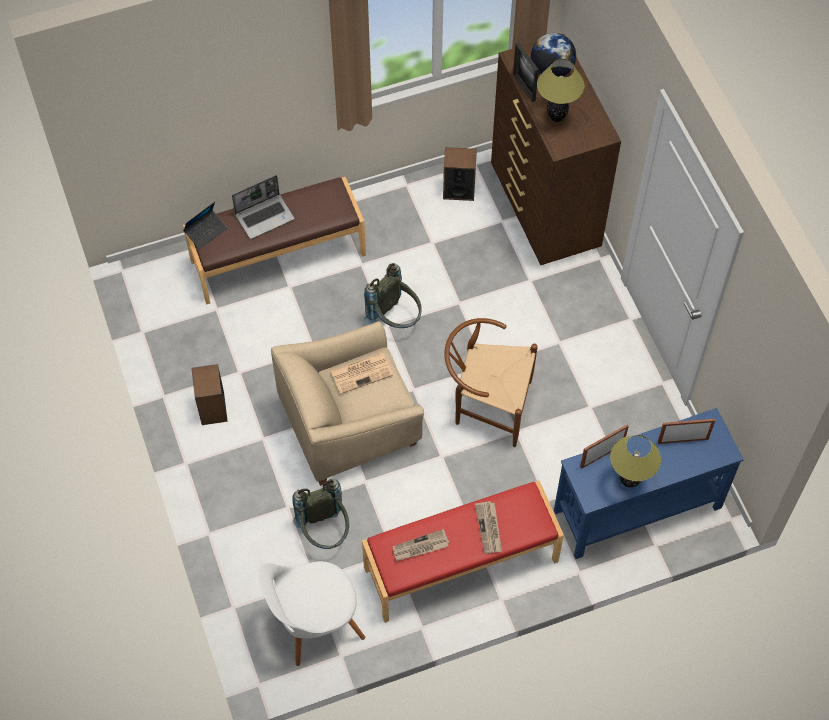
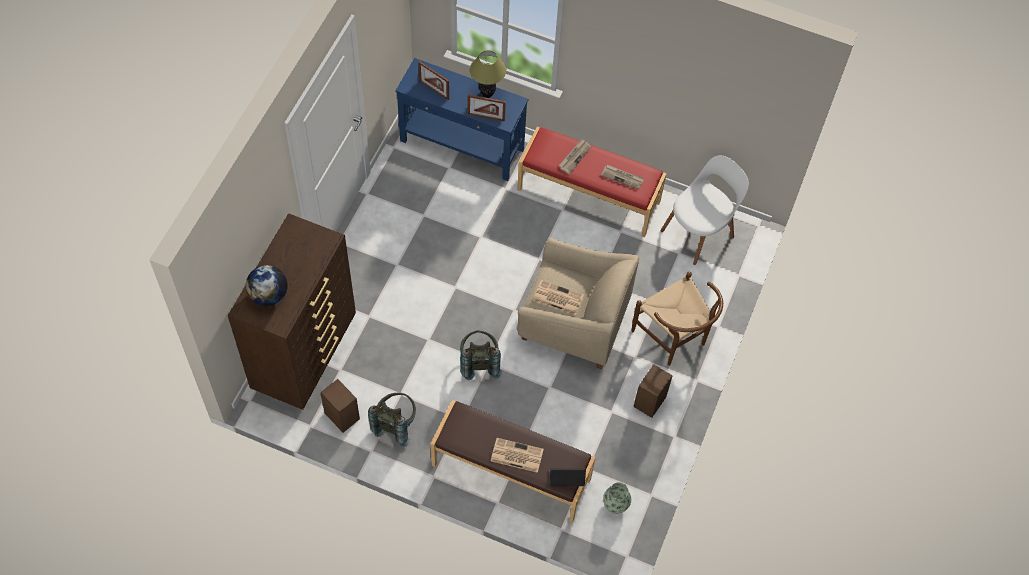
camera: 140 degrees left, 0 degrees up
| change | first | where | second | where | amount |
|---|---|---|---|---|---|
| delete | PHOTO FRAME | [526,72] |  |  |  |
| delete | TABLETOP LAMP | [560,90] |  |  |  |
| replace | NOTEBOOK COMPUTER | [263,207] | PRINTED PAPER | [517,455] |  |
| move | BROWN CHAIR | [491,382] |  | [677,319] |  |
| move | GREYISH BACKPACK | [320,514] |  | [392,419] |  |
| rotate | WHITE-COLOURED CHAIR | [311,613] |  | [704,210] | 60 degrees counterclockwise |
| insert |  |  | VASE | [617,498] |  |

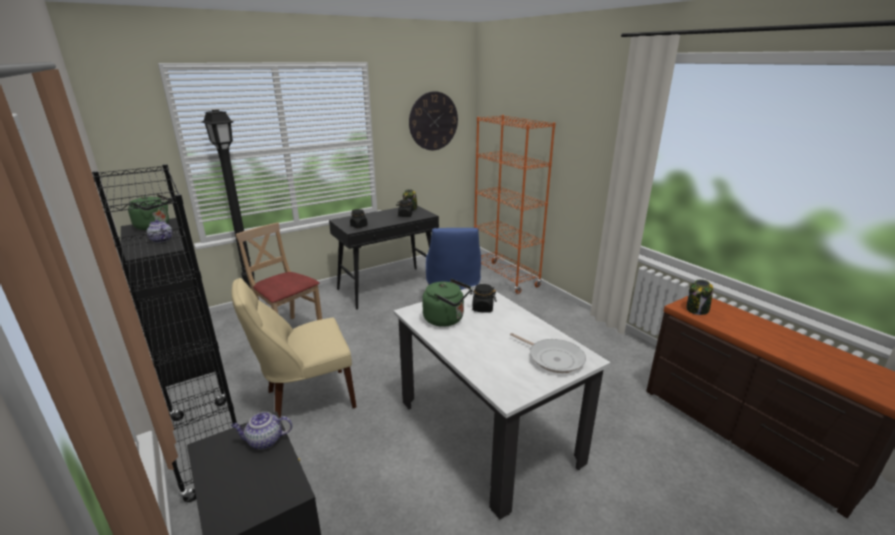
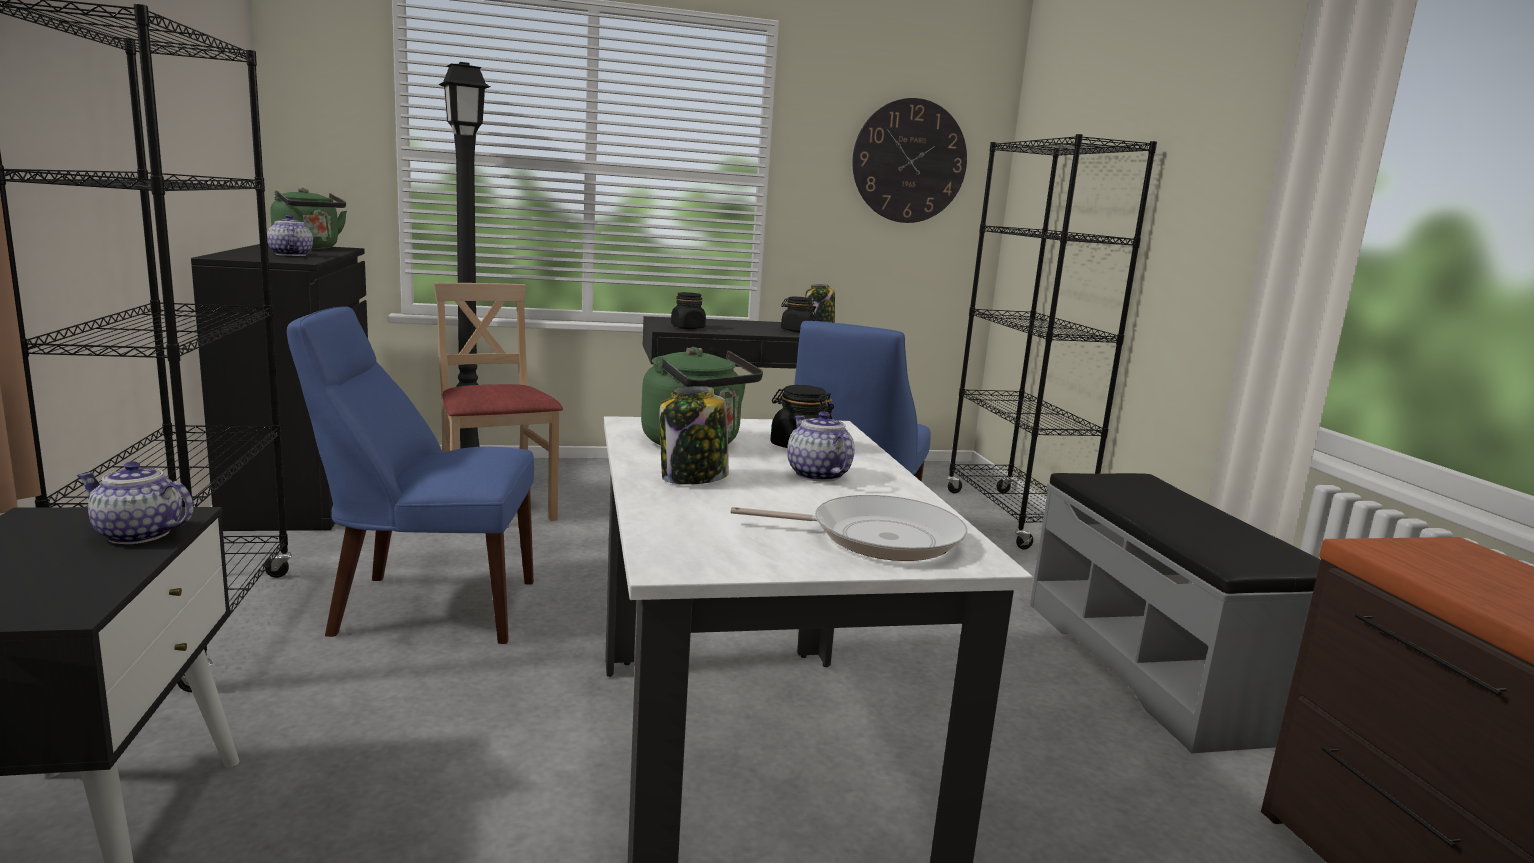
camera: 20 degrees right, 10 degrees down
| change | first | where | second | where | amount |
|---|---|---|---|---|---|
| recolor | ORANGE BOOKCASE | [514,204] | BLACKISH BOOKCASE | [1052,342] |  |
| recolor | BEIGE-COLOURED CHAIR | [294,347] | BLUISH CHAIR | [410,475] |  |
| move | JAR | [699,297] |  | [694,435] |  |
| rotate | FRYING PAN | [548,353] |  | [849,528] | 60 degrees counterclockwise |
| insert |  |  | POT FOR TEA | [821,446] |  |
| insert |  |  | GREYISH LONG SEAT | [1175,613] |  |

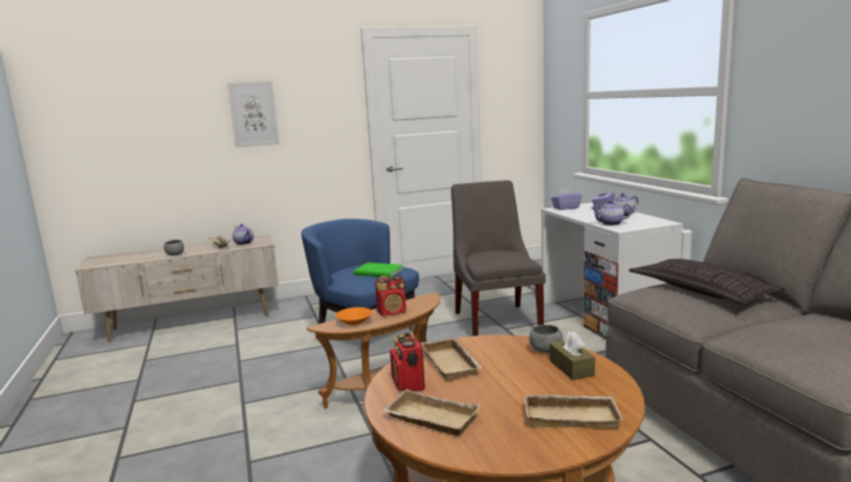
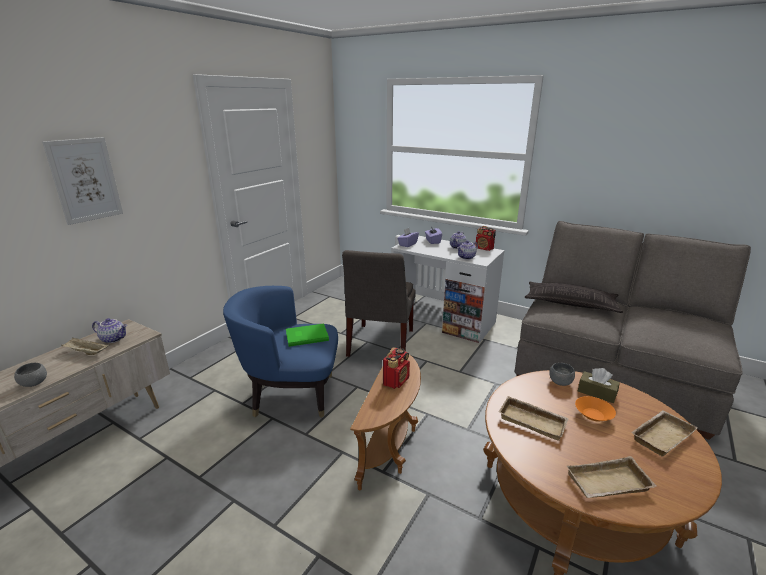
camera: 40 degrees left, 10 degrees up
| change | first | where | second | where | amount |
|---|---|---|---|---|---|
| rotate | GREYISH CHAIR | [498,258] |  | [379,303] | 120 degrees counterclockwise |
| move | ORANGE DEEP DISH | [354,316] |  | [595,408] |  |
| move | RADIO | [407,361] |  | [485,238] |  |

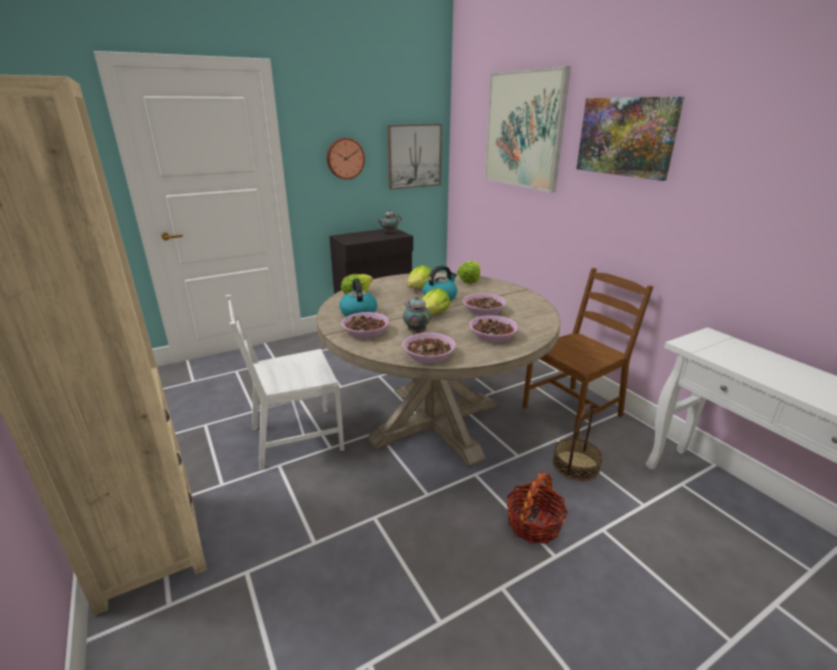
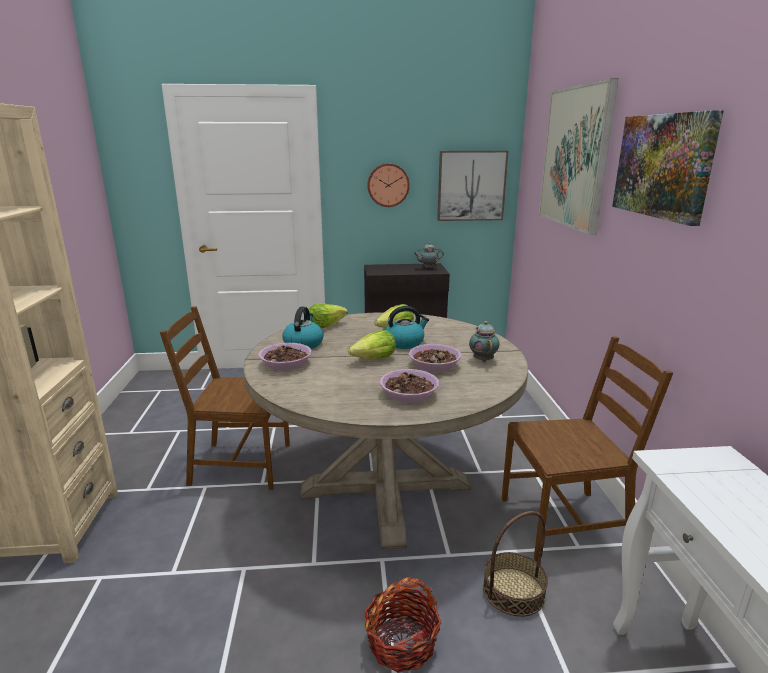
camera: 25 degrees right, 5 degrees down
| change | first | where | second | where | amount |
|---|---|---|---|---|---|
| delete | LETTUCE | [468,272] |  |  |  |
| recolor | WHITE-COLOURED CHAIR | [285,382] | BROWN CHAIR | [225,398] |  |
| move | POT FOR TEA | [417,315] |  | [484,341] |  |
| delete | DEEP DISH | [429,348] |  |  |  |

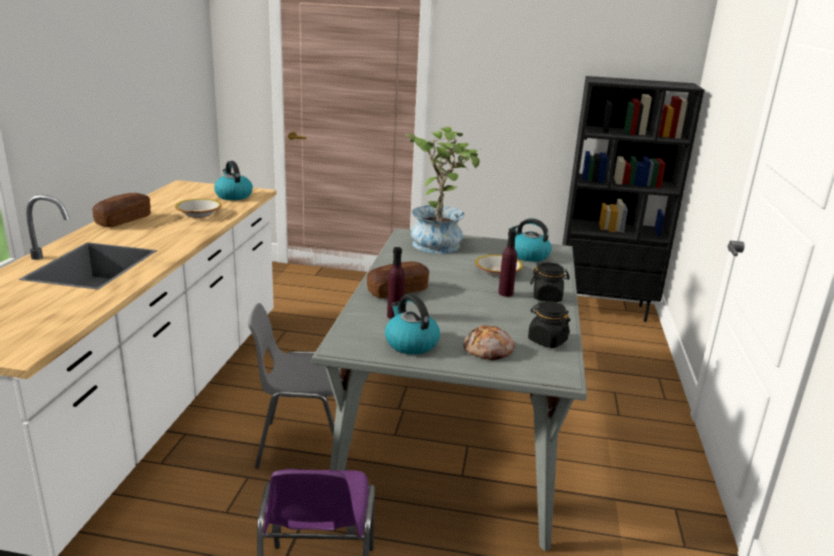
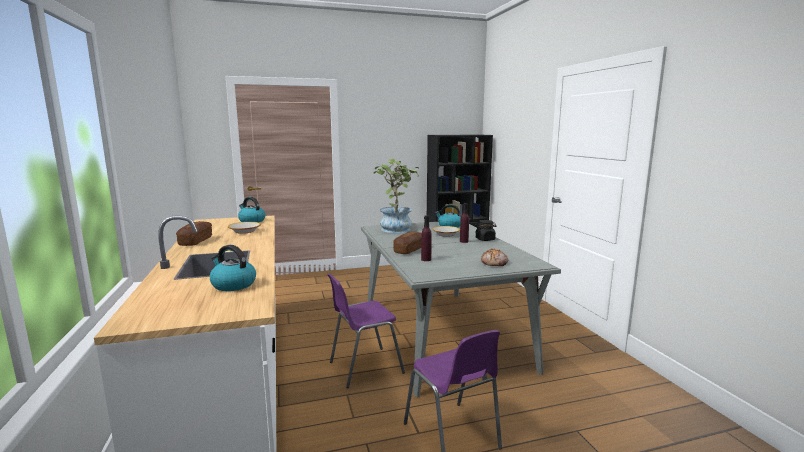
camera: 25 degrees left, 10 degrees down
| change | first | where | second | where | amount |
|---|---|---|---|---|---|
| move | KETTLE | [412,324] |  | [233,268] |  |
| delete | BLACKISH JAR | [549,324] |  |  |  |
| recolor | GREYISH CHAIR | [297,386] | PURPLE-COLOURED CHAIR | [366,330] |  |

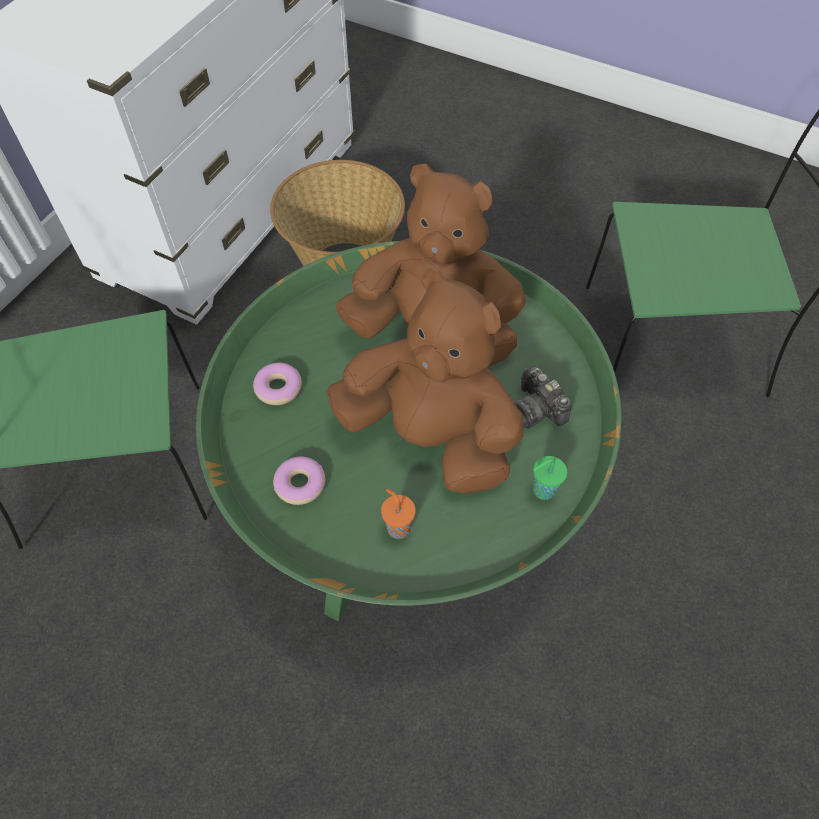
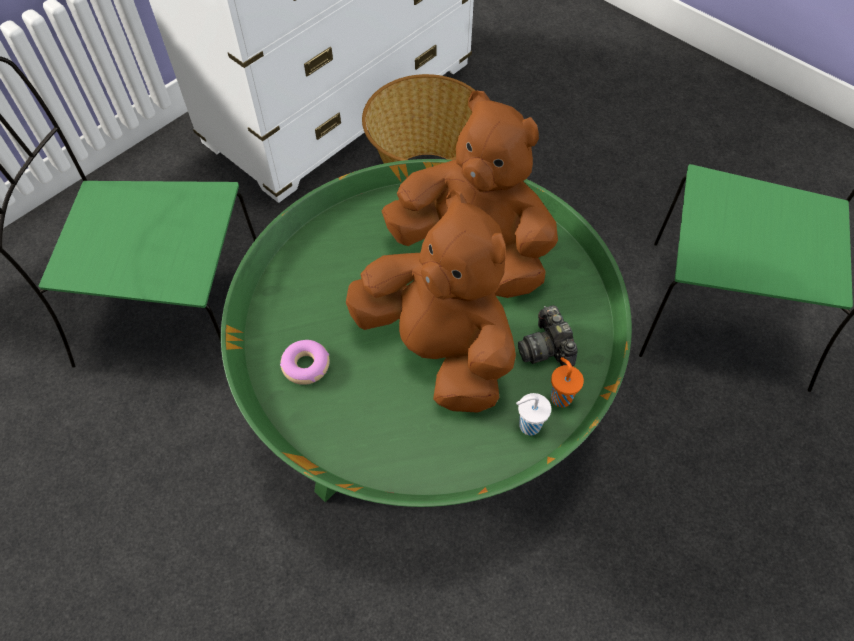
camera: 15 degrees right, 0 degrees up
| change | first | where | second | where | amount |
|---|---|---|---|---|---|
| delete | RING DOUGHNUT | [277,384] |  |  |  |
| recolor | GREENISH SMALL CUP | [550,478] | WHITE-COLOURED SMALL CUP | [533,414] |  |
| move | ORANGE SMALL CUP | [398,514] |  | [567,382] |  |

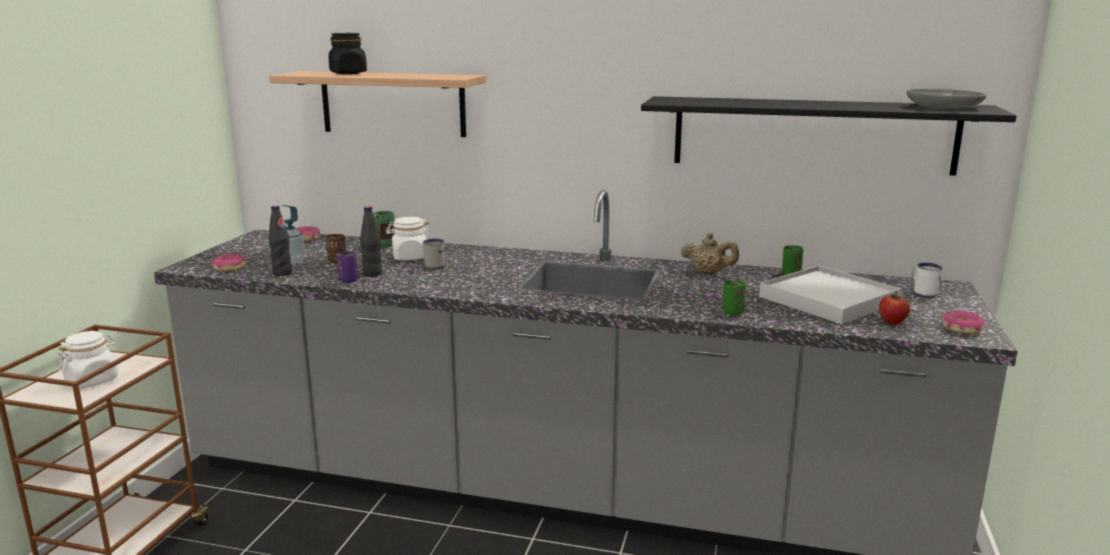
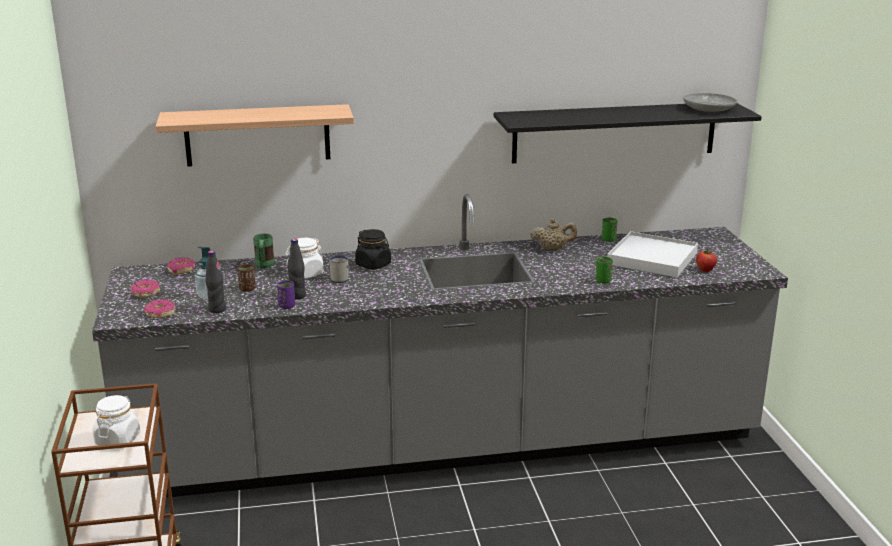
camera: 25 degrees left, 5 degrees up
| change | first | where | second | where | amount |
|---|---|---|---|---|---|
| move | BLACKISH JAR | [348,53] |  | [373,249] |  |
| delete | WHITE-COLOURED MUG | [928,280] |  |  |  |
| move | RING DOUGHNUT | [963,322] |  | [145,288] |  |

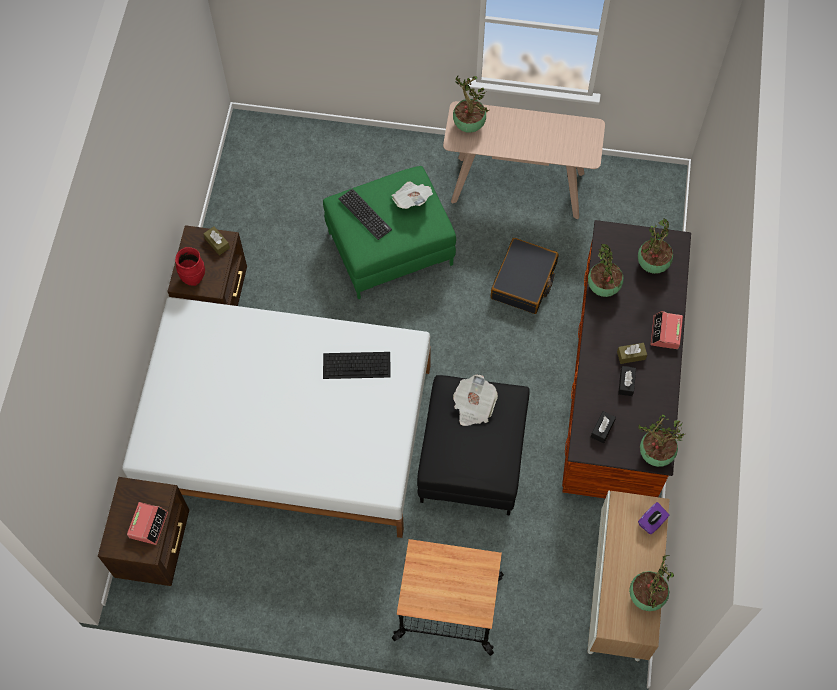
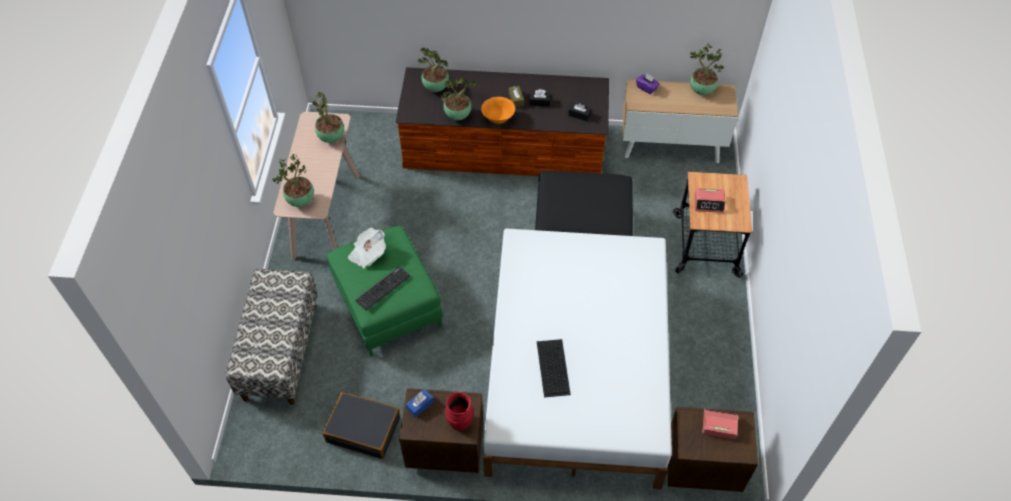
camera: 95 degrees left, 10 degrees down
| change | first | where | second | where | amount |
|---|---|---|---|---|---|
| recolor | BROWN BOX OF TISSUES | [216,241] | BLUISH BOX OF TISSUES | [420,403] |  |
| move | BLACKISH PIECE OF LUGGAGE | [525,276] |  | [361,425] |  |
| move | BEDSIDE CLOCK | [667,330] |  | [710,200] |  |
| move | PC KEYBOARD | [357,365] |  | [554,368] |  |
| delete | PRINTED PAPER | [475,400] |  |  |  |
| move | POTTED PLANT | [661,440] |  | [328,117] |  |
| insert |  |  | ORANGE DEEP DISH | [498,110] |  |
| insert |  |  | LONG SEAT | [272,337] |  |

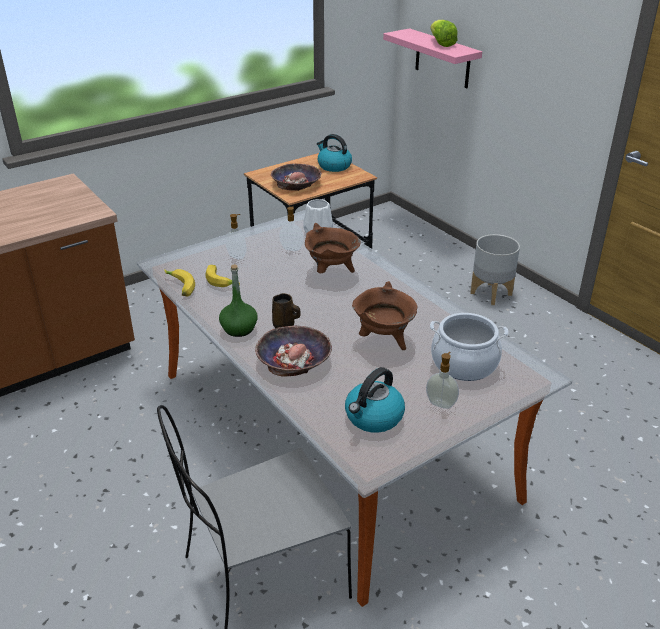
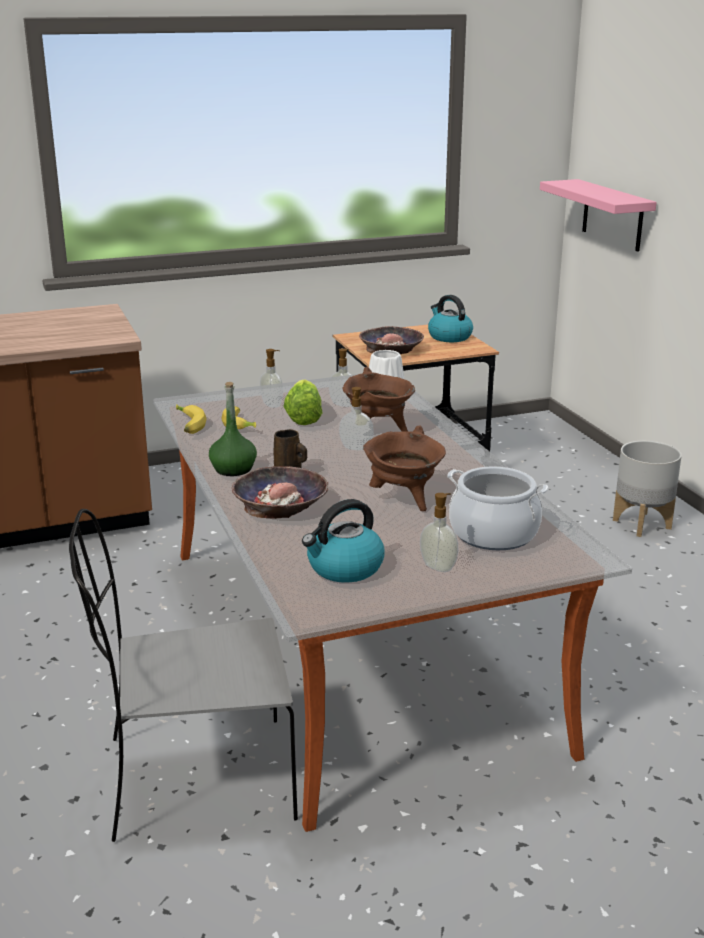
camera: 15 degrees right, 10 degrees down
| change | first | where | second | where | amount |
|---|---|---|---|---|---|
| move | LETTUCE | [444,33] |  | [303,402] |  |
| insert |  |  | LIQUID SOAP BOTTLE | [356,418] |  |

